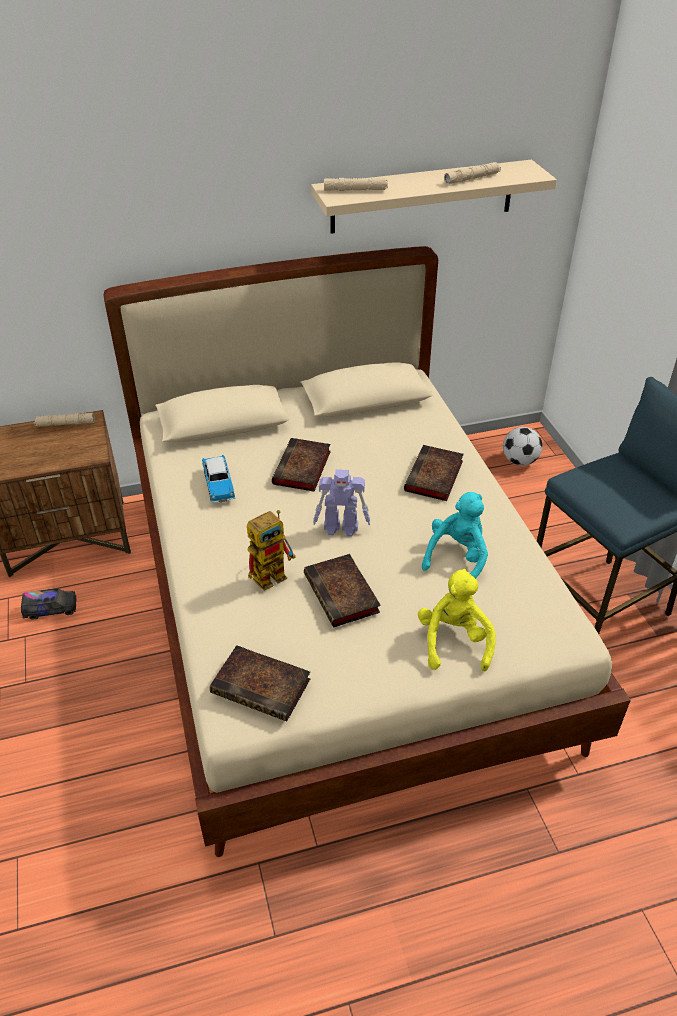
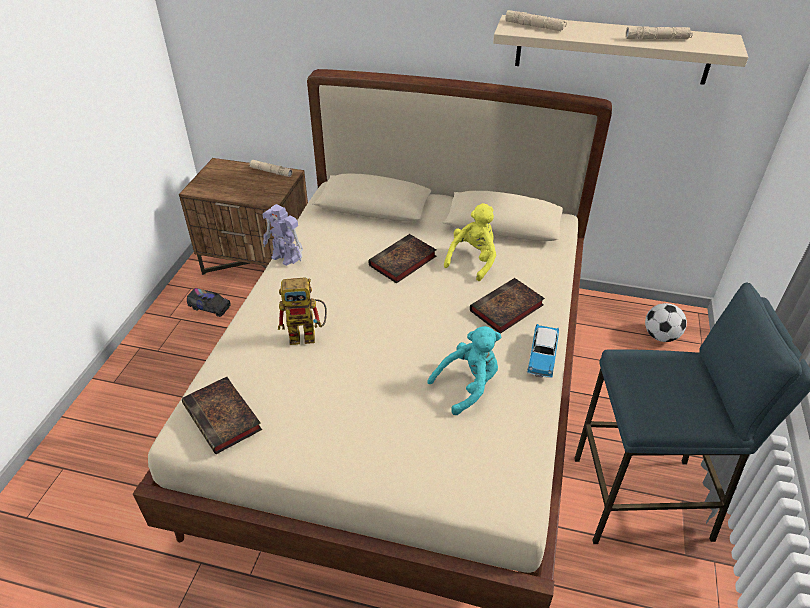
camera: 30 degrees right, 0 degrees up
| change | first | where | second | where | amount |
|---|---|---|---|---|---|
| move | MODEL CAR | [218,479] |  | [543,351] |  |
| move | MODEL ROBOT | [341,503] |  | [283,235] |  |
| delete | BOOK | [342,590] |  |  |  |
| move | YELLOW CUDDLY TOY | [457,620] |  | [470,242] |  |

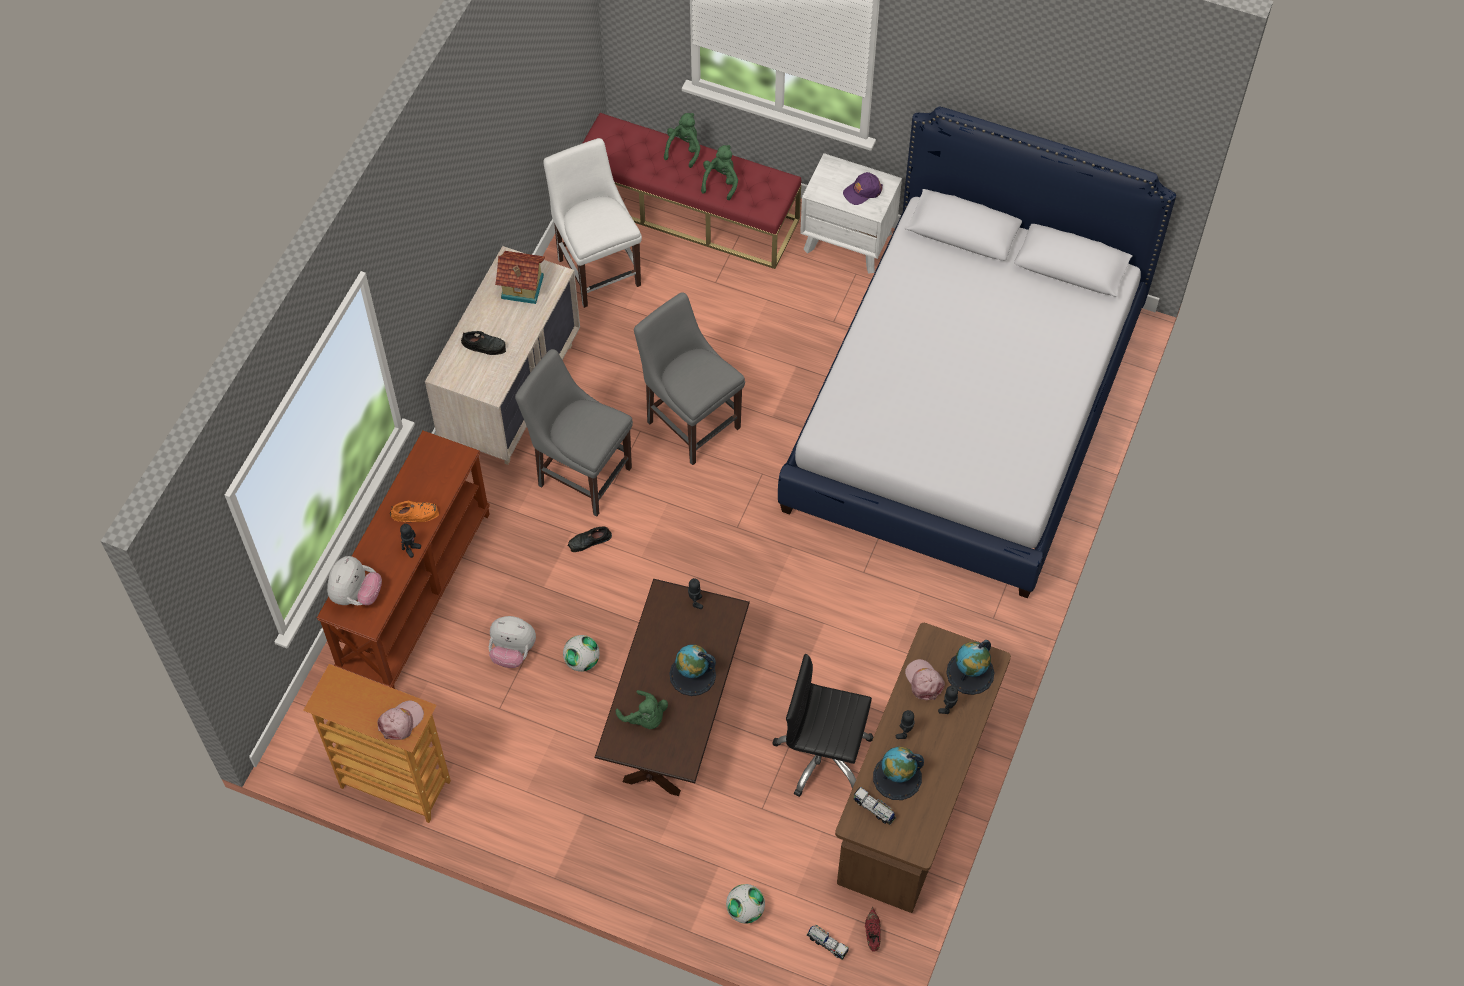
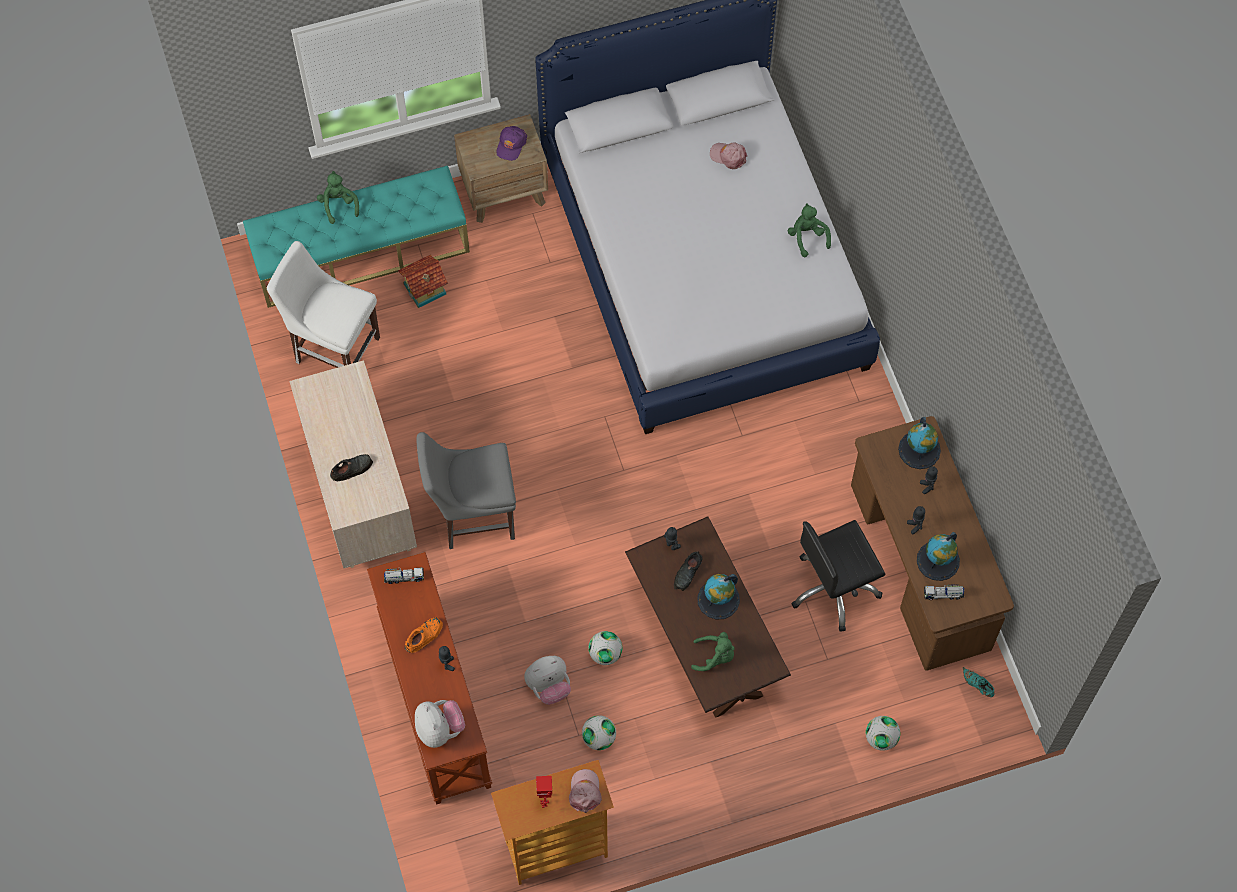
camera: 40 degrees left, 5 degrees up
| change | first | where | second | where | amount |
|---|---|---|---|---|---|
| recolor | RED LONG SEAT | [692,191] | TURQUOISE LONG SEAT | [356,237] |  |
| move | GREENISH CUDDLY TOY | [719,172] |  | [809,230] |  |
| recolor | WHITE-COLOURED NIGHTSTAND | [851,213] | BROWN NIGHTSTAND | [501,168] |  |
| move | TOY HOUSE | [520,277] |  | [423,281] |  |
| delete | GREYISH CHAIR | [689,378] |  |  |  |
| move | BLACKISH ITEM OF FOOTWEAR | [589,539] |  | [688,571] |  |
| move | PINK-COLOURED CAP | [925,679] |  | [728,155] |  |
| recolor | RED ITEM OF FOOTWEAR | [873,929] | TURQUOISE ITEM OF FOOTWEAR | [978,682] |  |
| move | TOY TRUCK | [828,942] |  | [404,575] |  |
| insert |  |  | FOOTBALL BALL | [599,732] |  |
| insert |  |  | MODEL ROBOT | [544,792] |  |

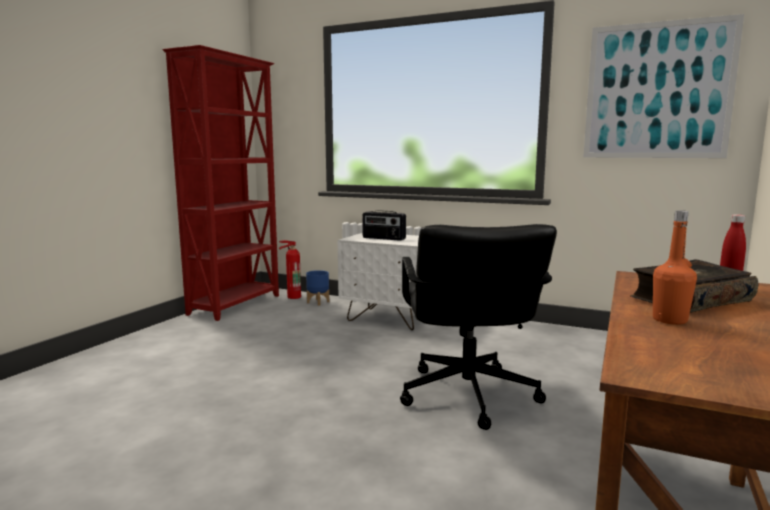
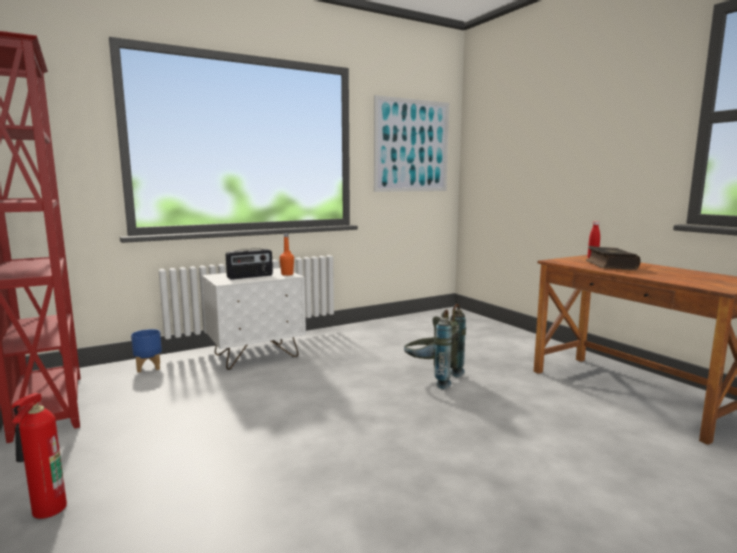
camera: 55 degrees left, 0 degrees up
| change | first | where | second | where | amount |
|---|---|---|---|---|---|
| move | ORANGE BOTTLE | [675,267] |  | [287,254] |  |
| replace | BLACKISH OFFICE CHAIR | [478,327] | GREYISH BACKPACK | [435,346] |  |
| move | FIRE EXTINGUISHER | [290,269] |  | [39,456] |  |

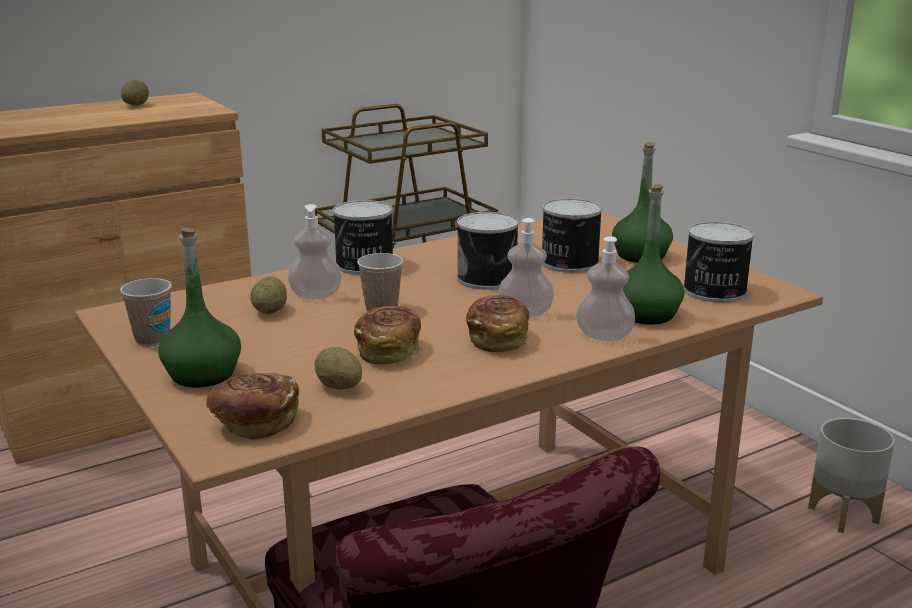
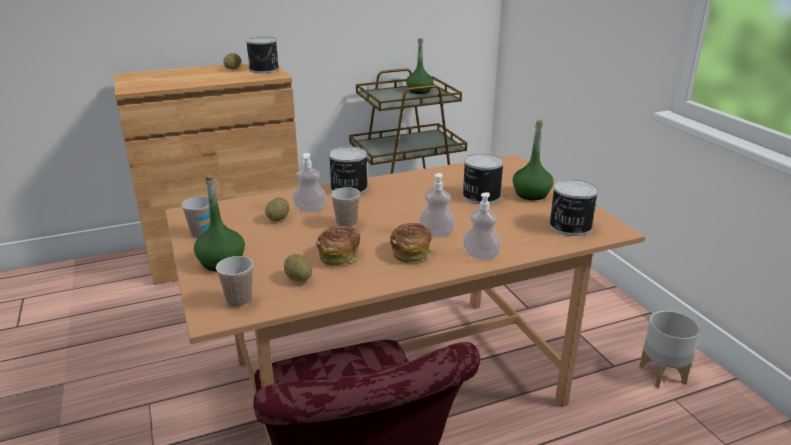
camera: 10 degrees right, 5 degrees up
| change | first | where | second | where | amount |
|---|---|---|---|---|---|
| move | GREENISH BOTTLE | [654,254] |  | [419,66] |  |
| move | SEALED CAN | [488,251] |  | [262,55] |  |
| replace | BREAD | [252,406] | SMALL CUP | [234,281] |  |

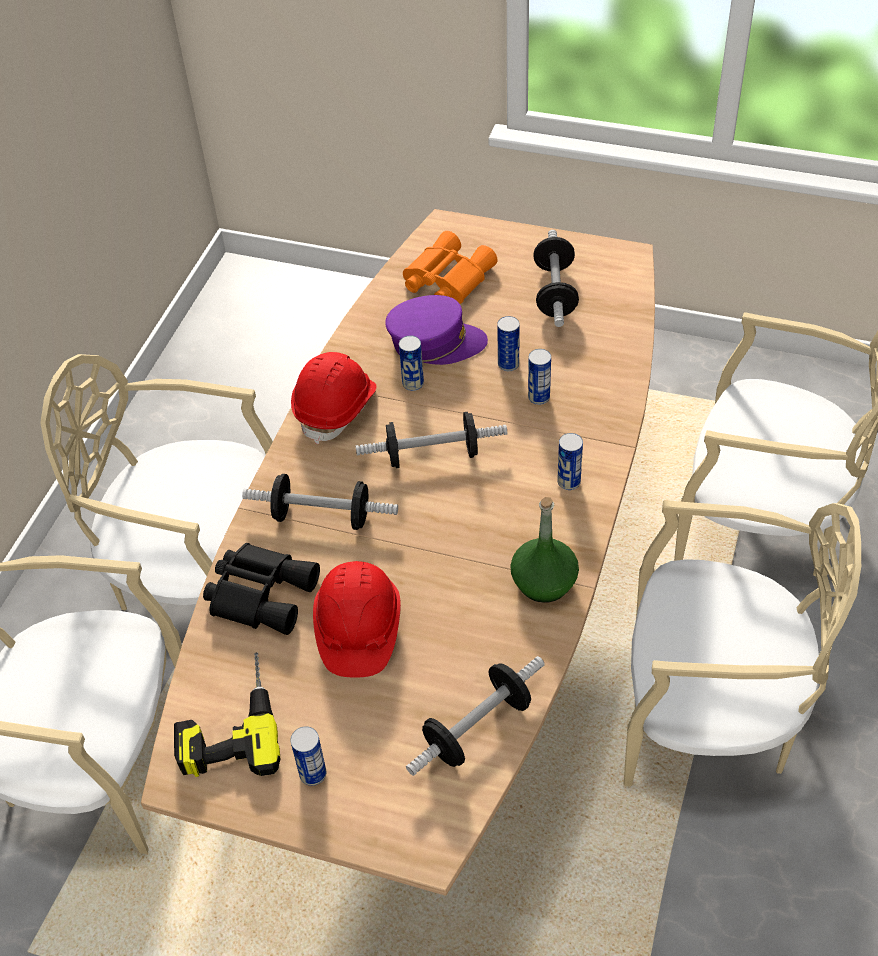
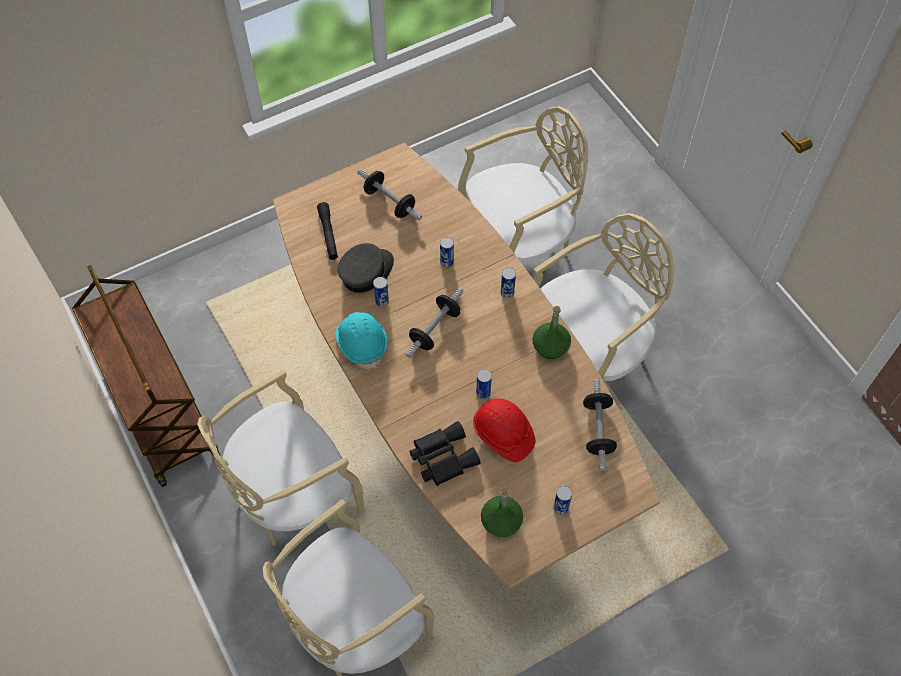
camera: 50 degrees left, 10 degrees up
| change | first | where | second | where | amount |
|---|---|---|---|---|---|
| replace | ORANGE PAIR OF BINOCULARS | [450,267] | BLACKISH TORCH | [327,231] |  |
| recolor | PURPLE-COLOURED CAP | [436,330] | GREYISH CAP | [366,268] |  |
| move | SEALED CAN | [508,343] |  | [484,384] |  |
| recolor | RED HARD HAT | [333,398] | TURQUOISE HARD HAT | [361,340] |  |
| delete | HAND WEIGHT | [320,502] |  |  |  |
| replace | POWER DRILL | [227,714] | GREENISH BOTTLE | [502,512] |  |
| insert |  |  | BROWN TROLLEY | [146,376] |  |

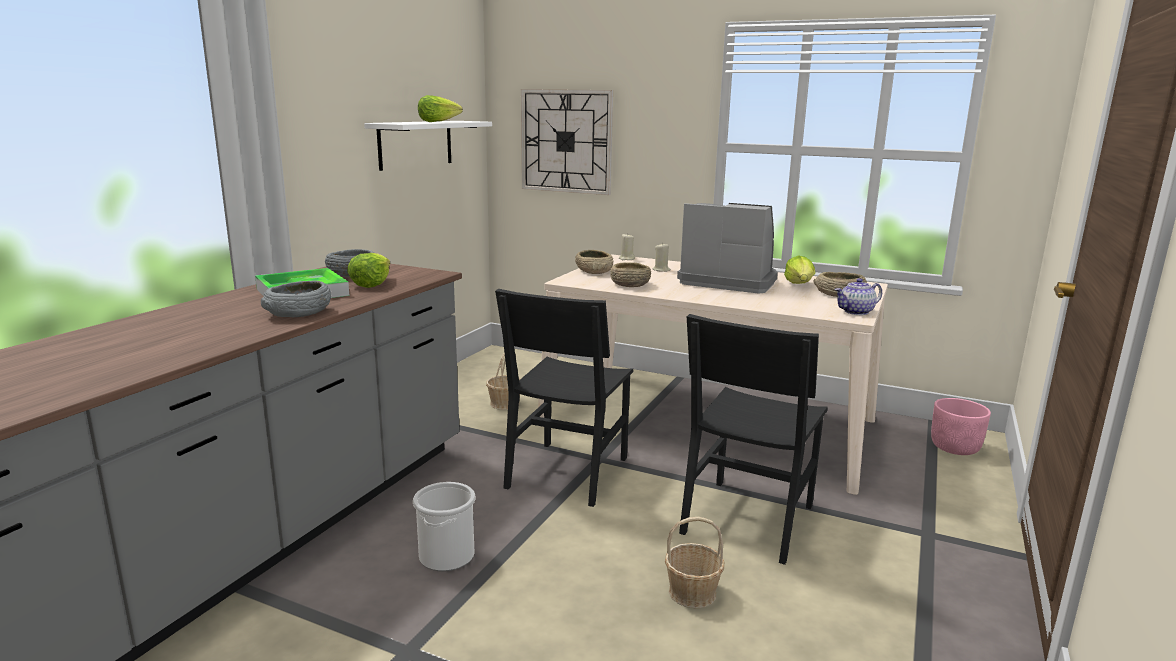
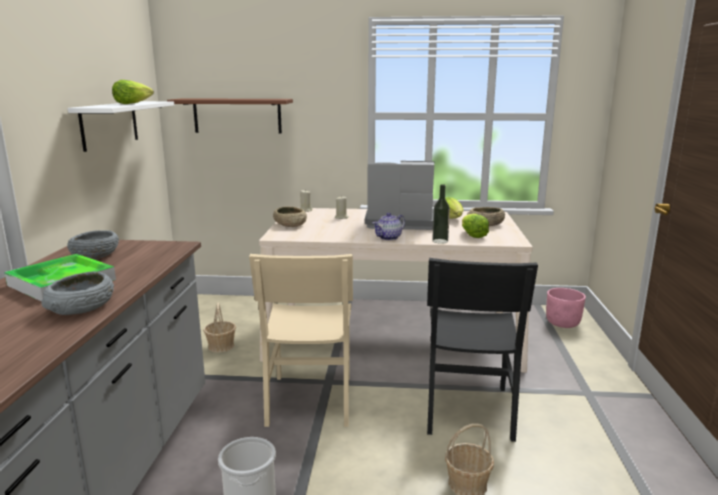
camera: 20 degrees left, 0 degrees up
| change | first | where | second | where | amount |
|---|---|---|---|---|---|
| replace | CLOCK ON THE WALL | [567,142] | BROWN BRACKET SHELF | [230,115] |  |
| move | LETTUCE | [368,270] |  | [475,226] |  |
| delete | BEIGE-COLOURED DEEP DISH | [630,274] |  |  |  |
| move | POT FOR TEA | [858,296] |  | [389,226] |  |
| recolor | BLACKISH CHAIR | [564,398] | BEIGE-COLOURED CHAIR | [301,340] |  |
| insert |  |  | BOTTLE | [441,214] |  |

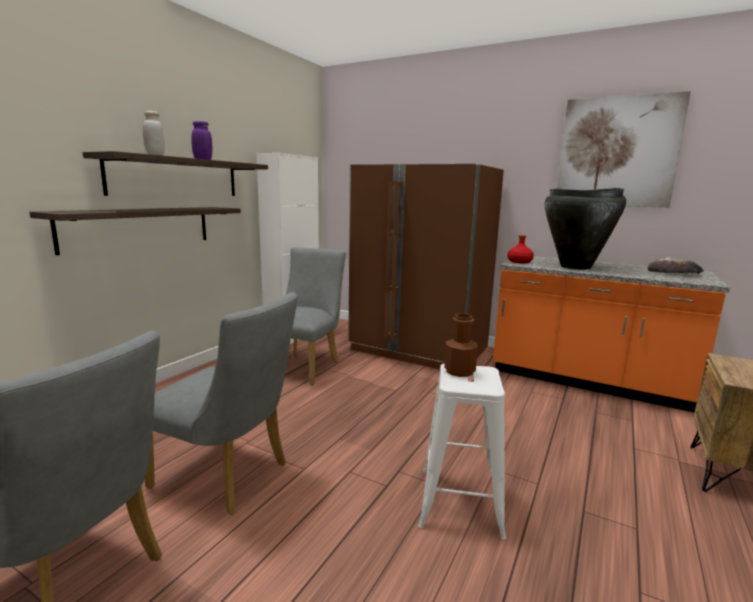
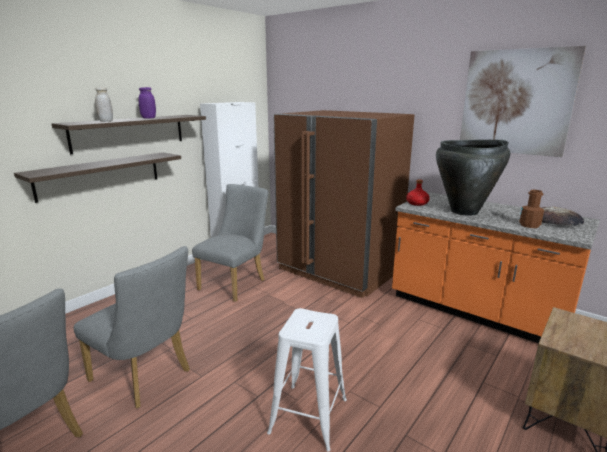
camera: 10 degrees right, 5 degrees up
| change | first | where | second | where | amount |
|---|---|---|---|---|---|
| move | BROWN BOTTLE | [461,345] |  | [531,209] |  |

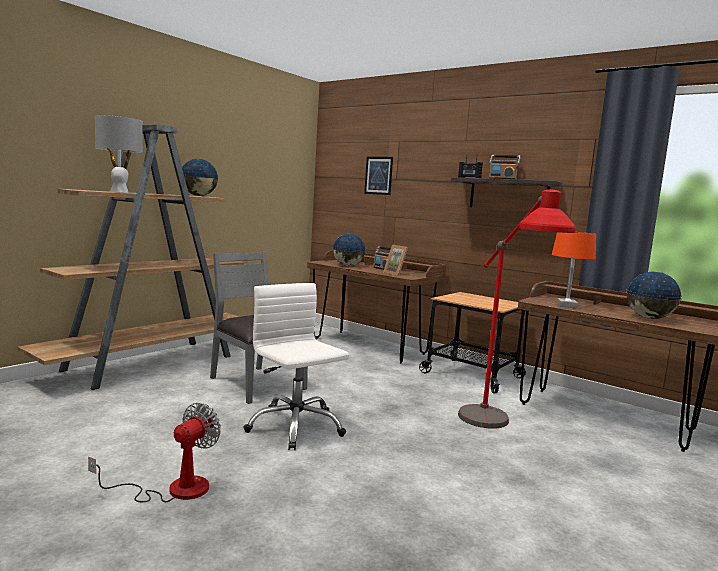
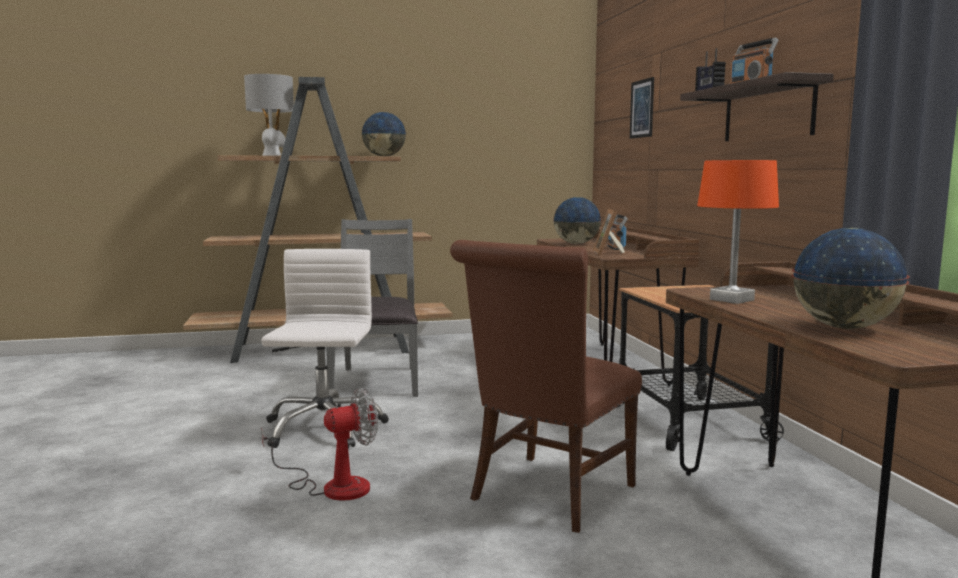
camera: 40 degrees right, 0 degrees up
| change | first | where | second | where | amount |
|---|---|---|---|---|---|
| replace | RED FLOOR LAMP | [517,309] | BROWN CHAIR | [546,386] |  |
| move | FAN | [154,452] |  | [319,444] |  |

